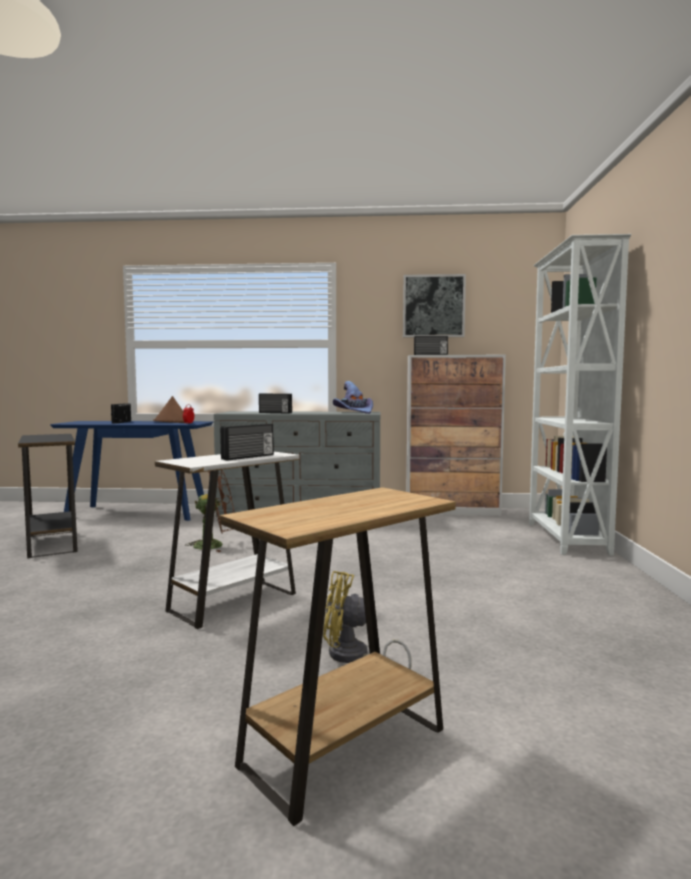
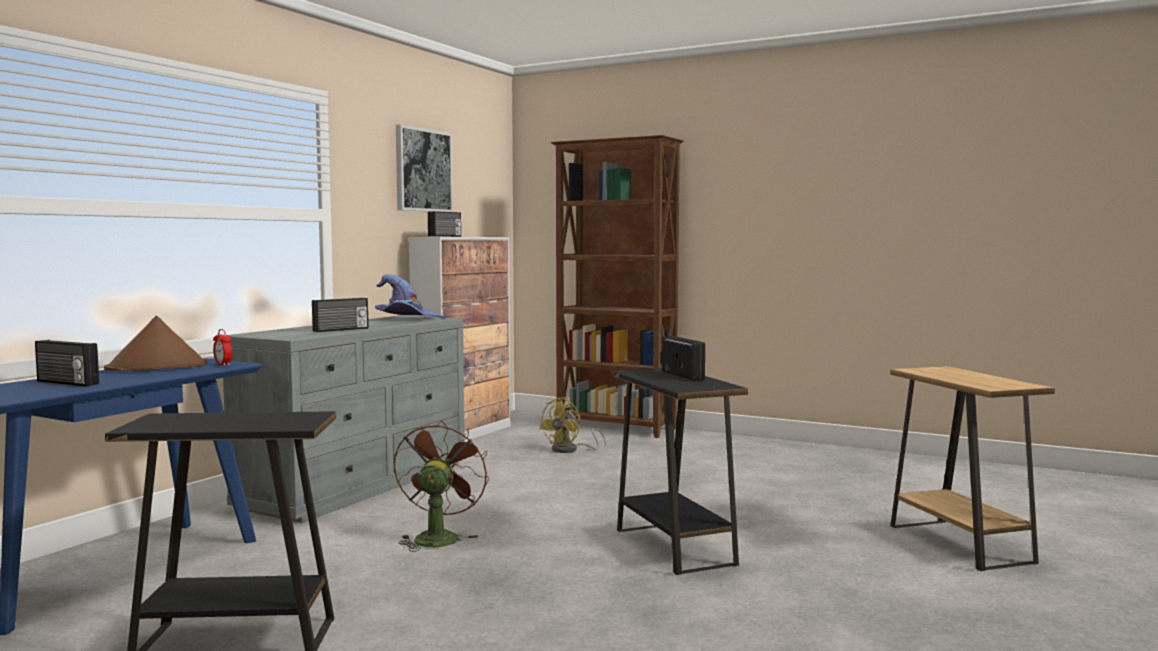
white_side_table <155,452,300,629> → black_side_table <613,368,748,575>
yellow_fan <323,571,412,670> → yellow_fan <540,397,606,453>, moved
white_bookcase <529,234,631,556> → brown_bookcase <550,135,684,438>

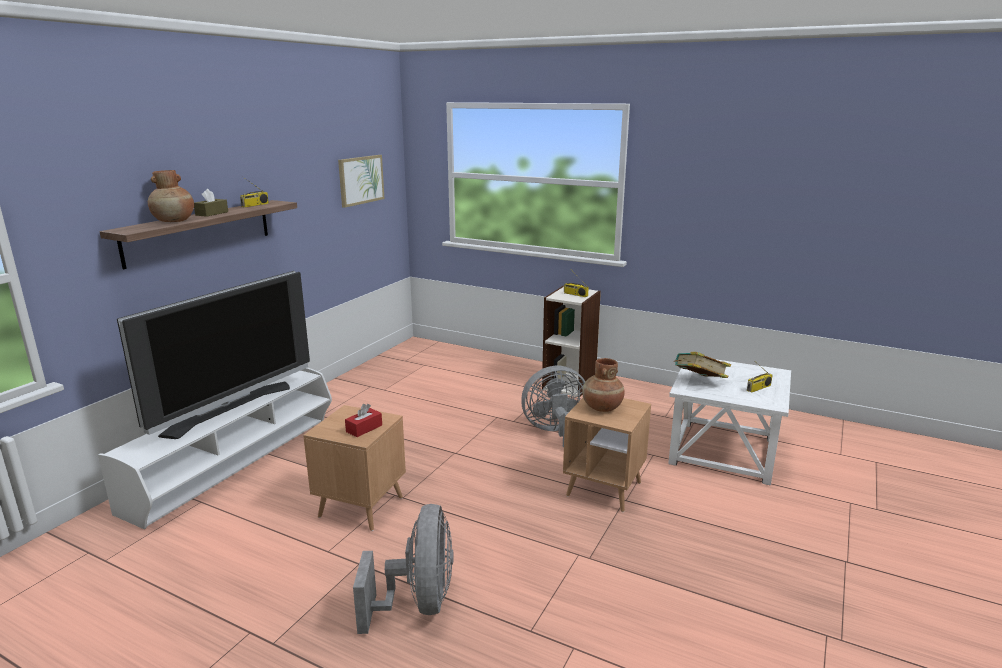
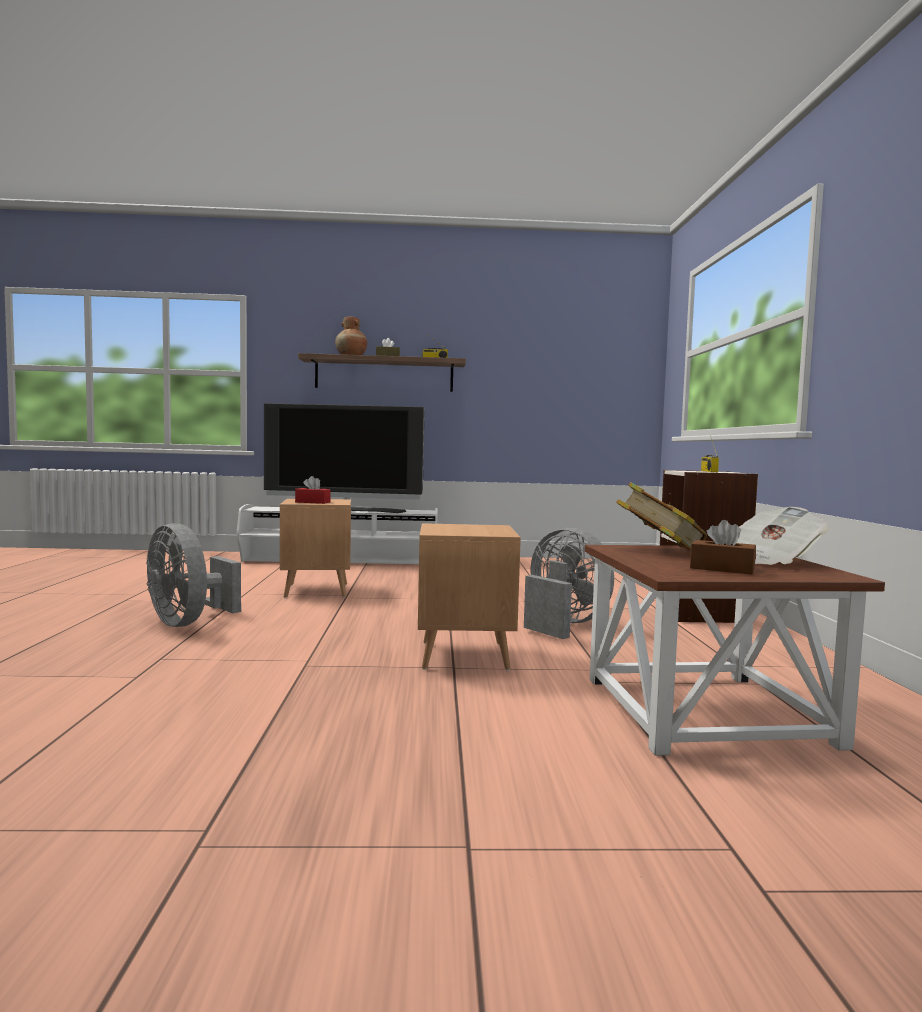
picture <338,155,385,208> → -
grey_fan <353,504,453,634> → grey_fan <146,523,241,627>, 75 degrees clockwise
brown_vase <582,358,625,412> → -
white_side_table <668,359,791,485> → brown_side_table <585,545,885,756>
radio <747,363,772,393> → brown_tissue_box <690,520,756,575>
- → newspaper <737,507,829,565>

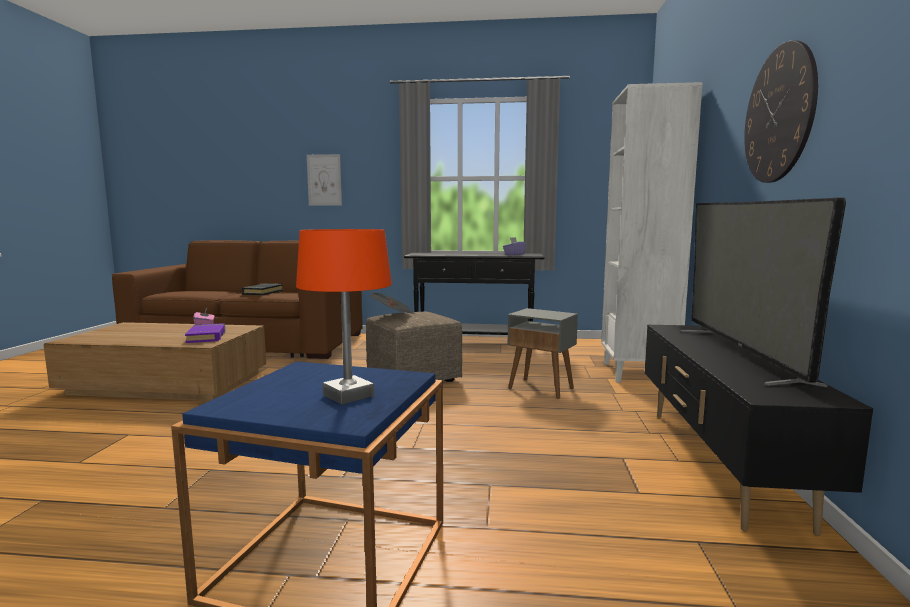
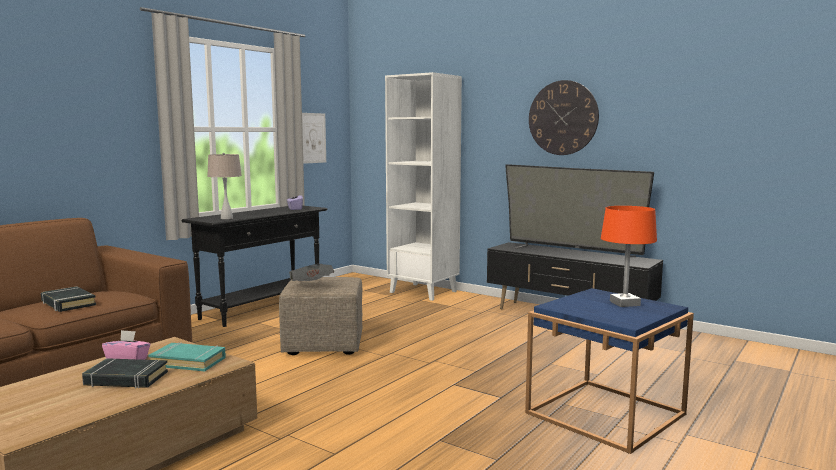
purple_book <185,323,225,343> → turquoise_book <148,342,226,371>
picture <307,154,342,206> → picture <302,113,326,164>, moved
grey_side_table <508,308,578,399> → -
- → black_book <82,358,168,389>
- → beige_table_lamp <207,153,242,219>

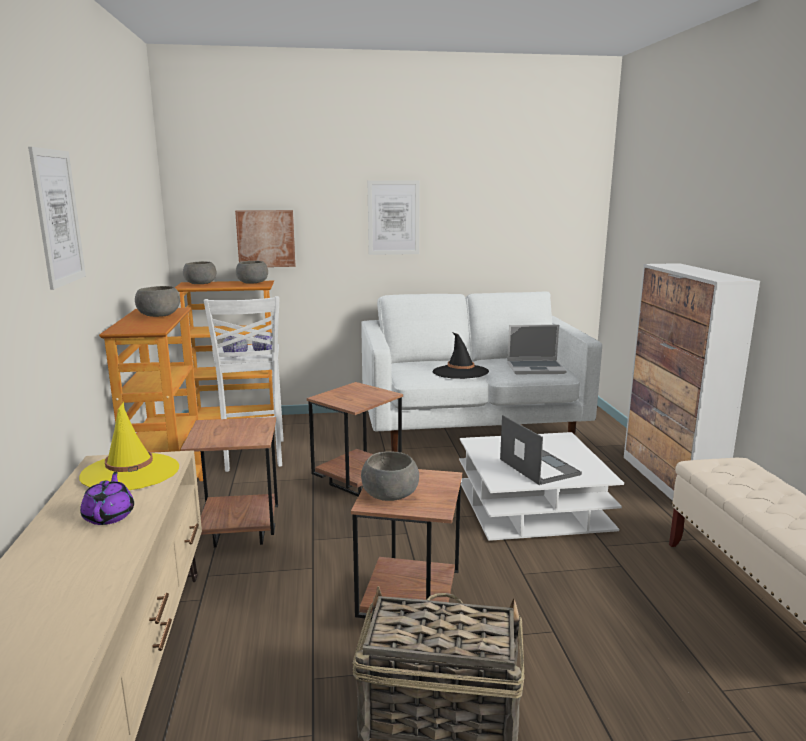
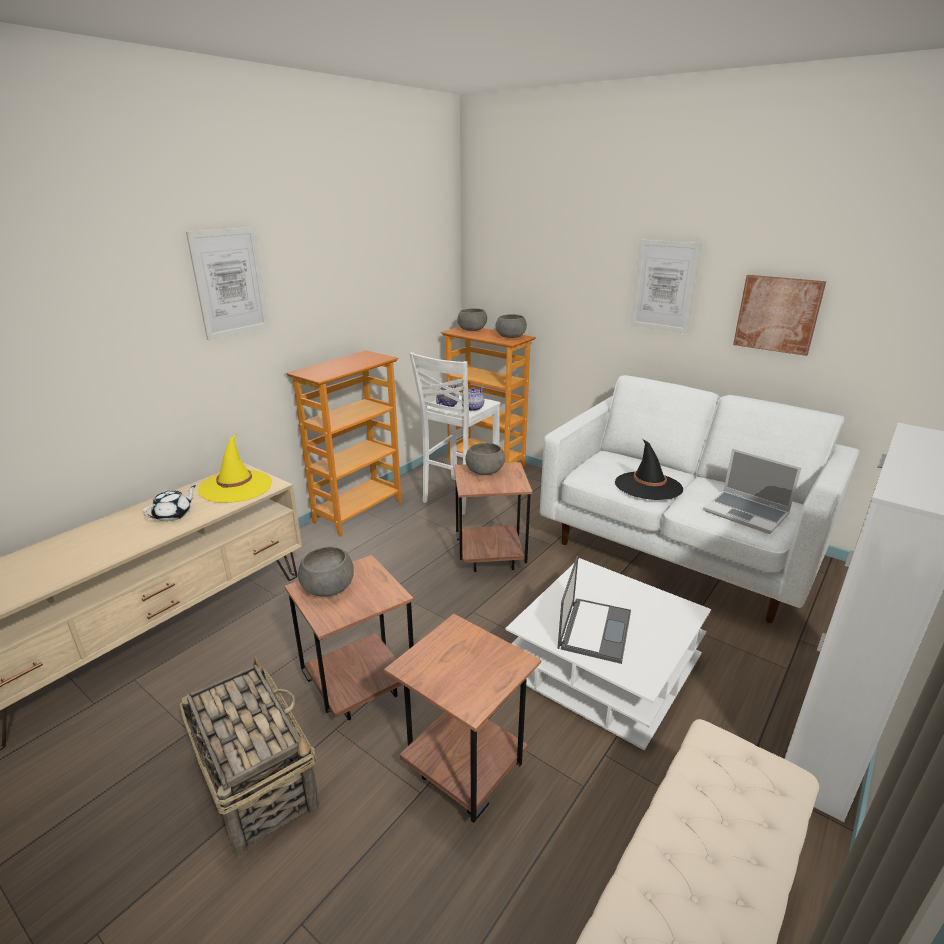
purple_teapot <80,471,134,525> → white_teapot <143,485,196,522>
grey_bowl <135,286,180,317> → grey_bowl <465,443,505,475>, moved
brown_side_table <181,417,278,548> → brown_side_table <384,614,541,823>, moved
picture <235,210,296,267> → picture <733,275,826,356>, moved

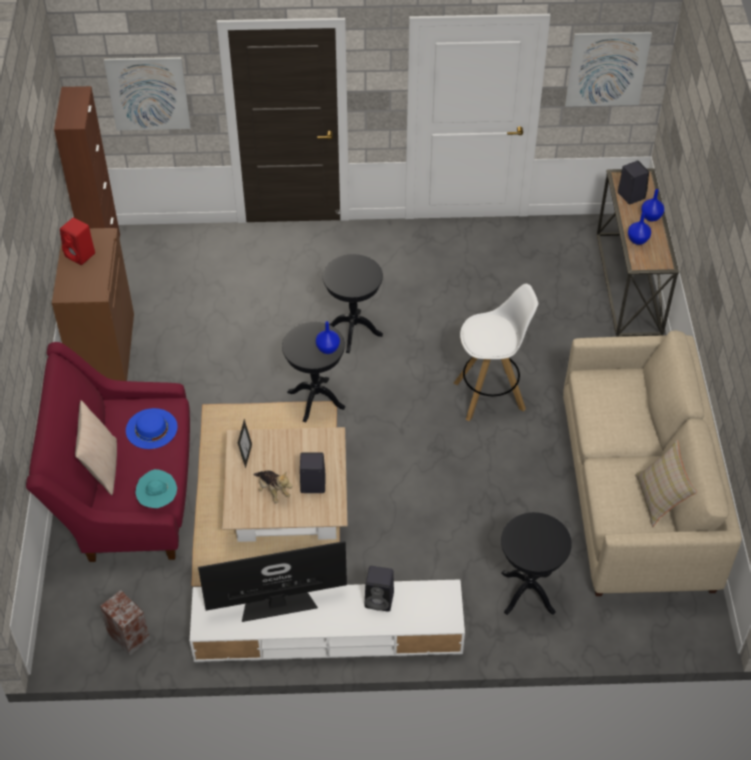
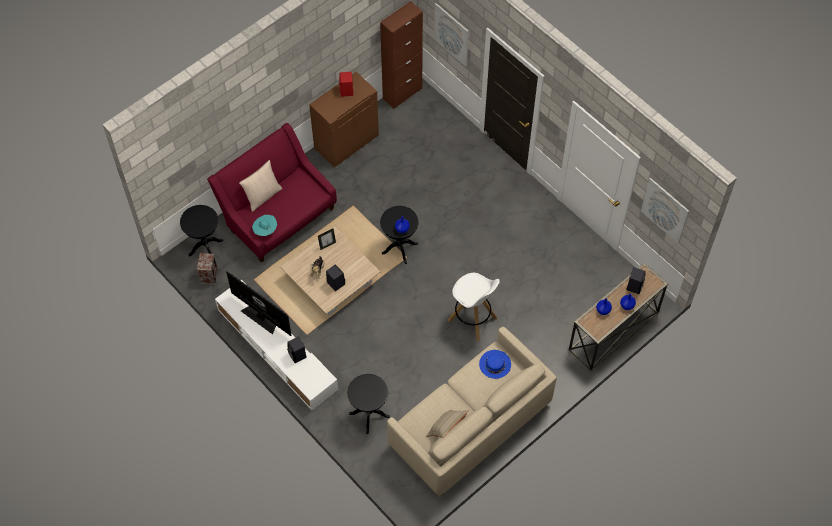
blue_hat <126,408,177,449> → blue_hat <479,350,511,379>, moved
black_side_table <323,254,383,353> → black_side_table <180,205,224,257>, moved

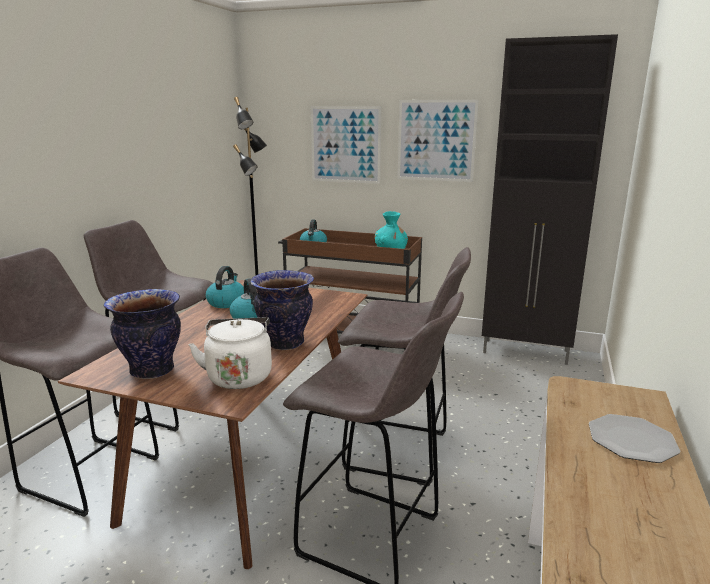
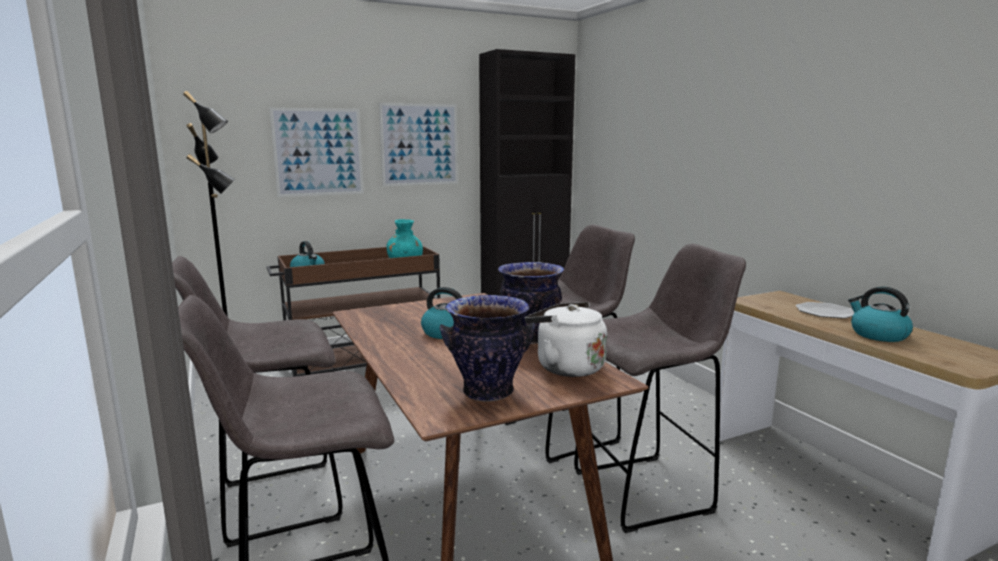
kettle <206,266,244,308> → kettle <848,287,913,342>, moved

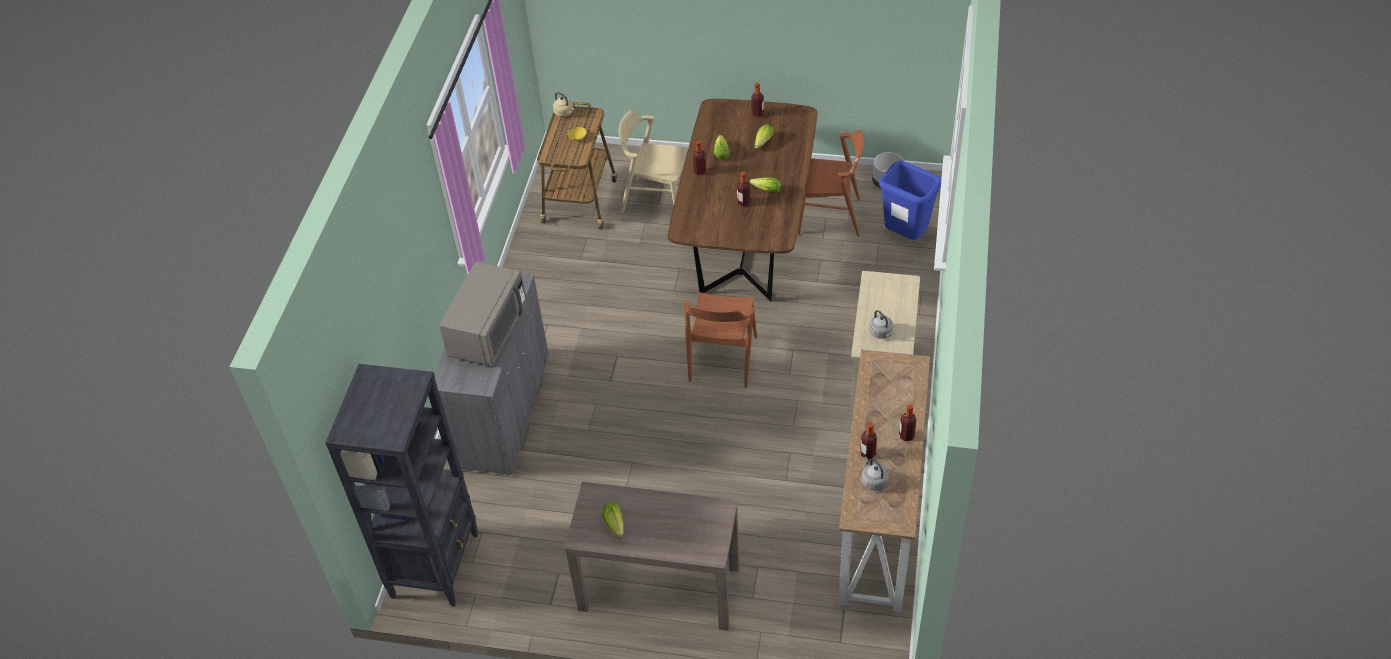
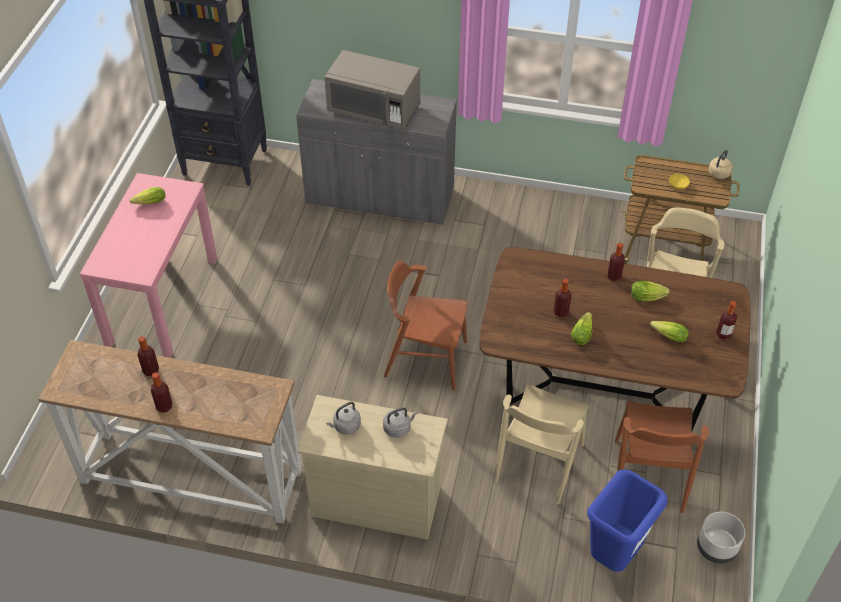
brown_console_table <564,482,740,631> → pink_console_table <80,173,217,358>
grey_kettle <862,456,889,491> → grey_kettle <383,408,418,438>, moved
- → beige_chair <495,384,588,505>

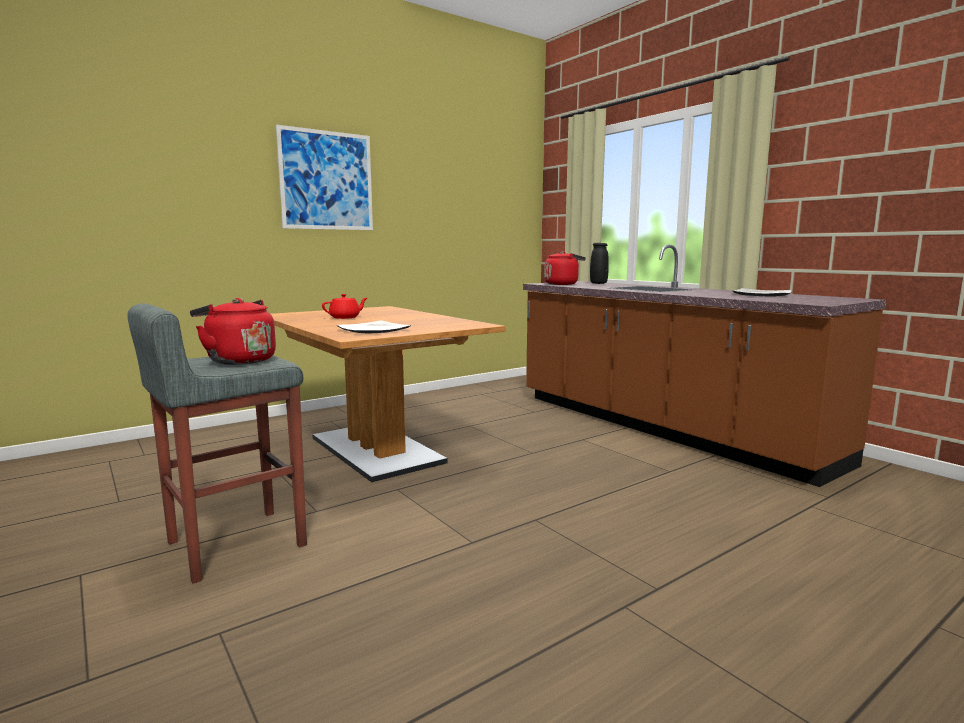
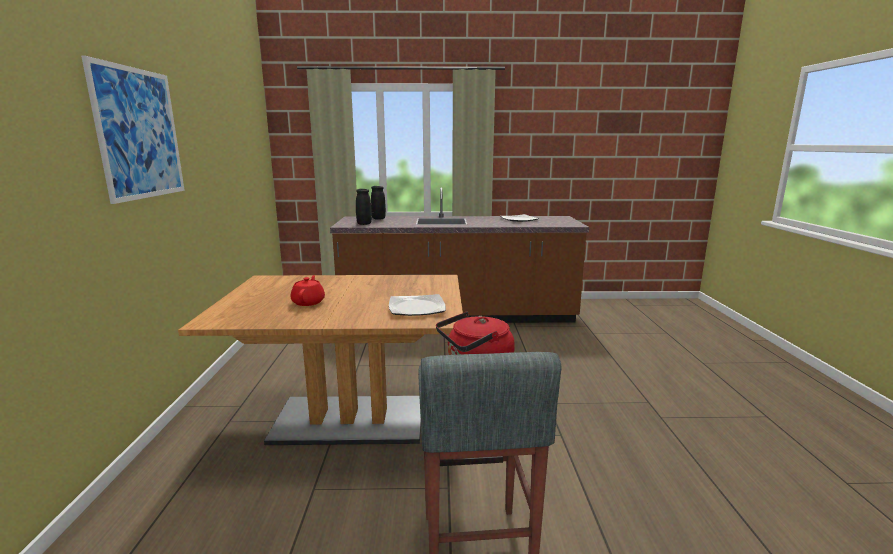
red_kettle <544,251,586,285> → black_vase <356,189,372,225>

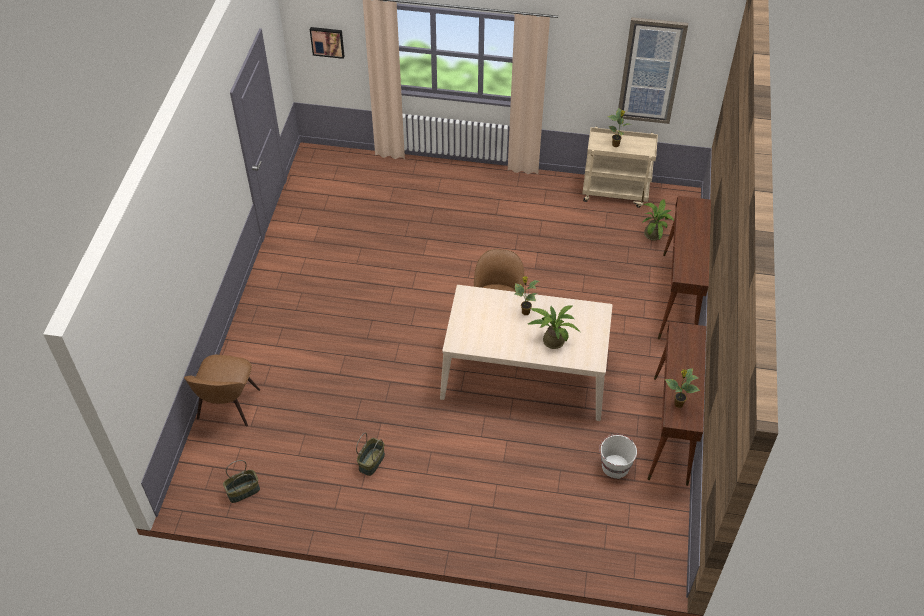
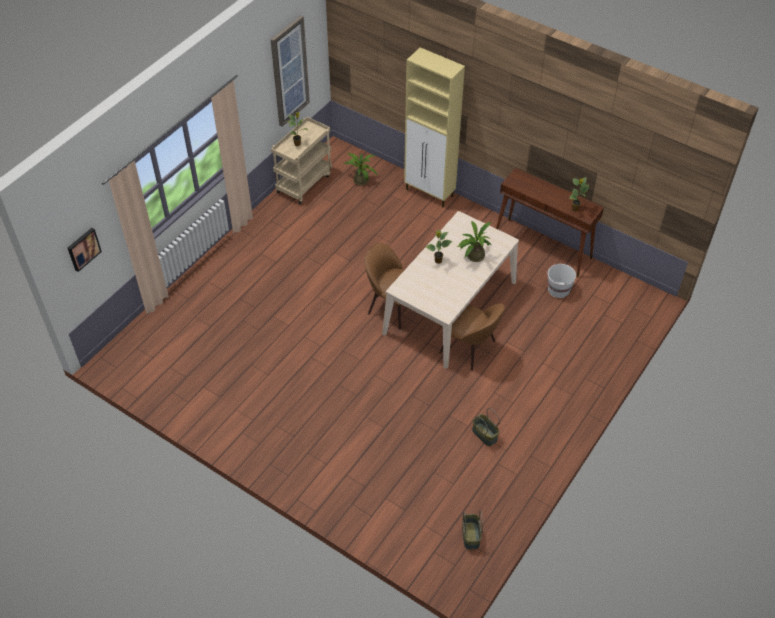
brown_chair <184,355,260,427> → brown_chair <439,303,505,371>, moved
brown_console_table <658,196,711,339> → beige_cabinet <404,47,465,207>

